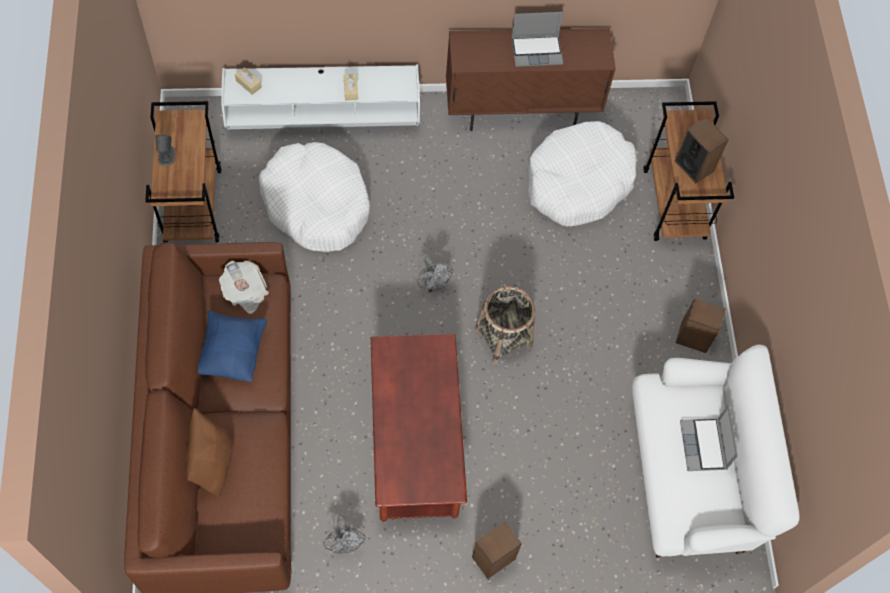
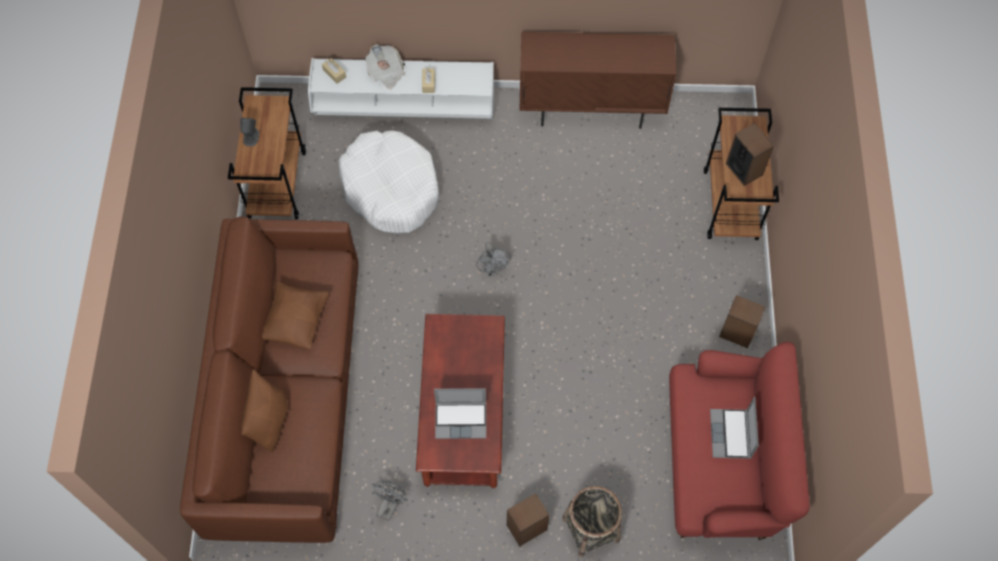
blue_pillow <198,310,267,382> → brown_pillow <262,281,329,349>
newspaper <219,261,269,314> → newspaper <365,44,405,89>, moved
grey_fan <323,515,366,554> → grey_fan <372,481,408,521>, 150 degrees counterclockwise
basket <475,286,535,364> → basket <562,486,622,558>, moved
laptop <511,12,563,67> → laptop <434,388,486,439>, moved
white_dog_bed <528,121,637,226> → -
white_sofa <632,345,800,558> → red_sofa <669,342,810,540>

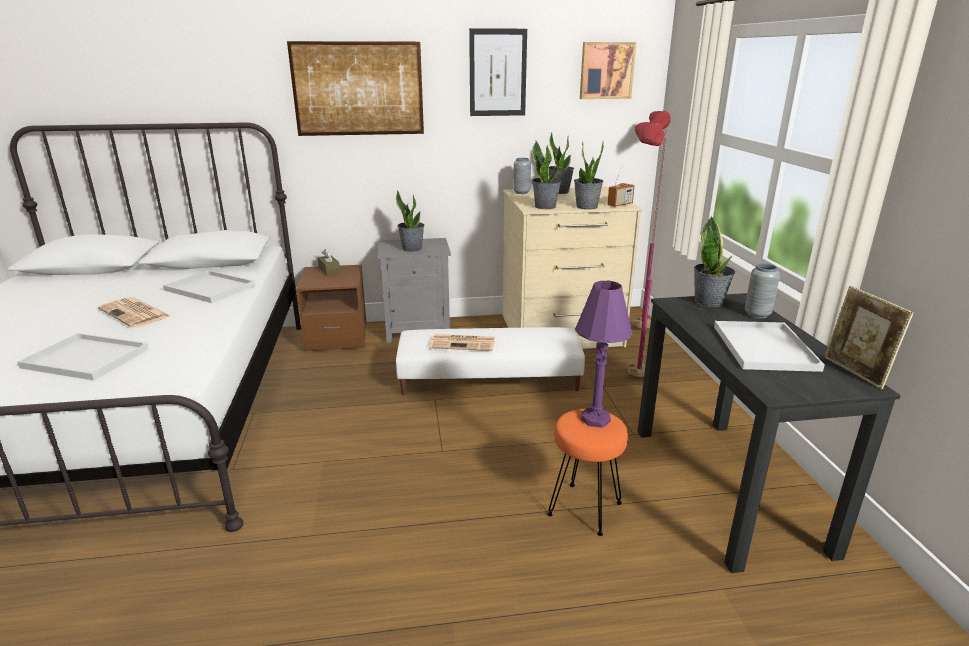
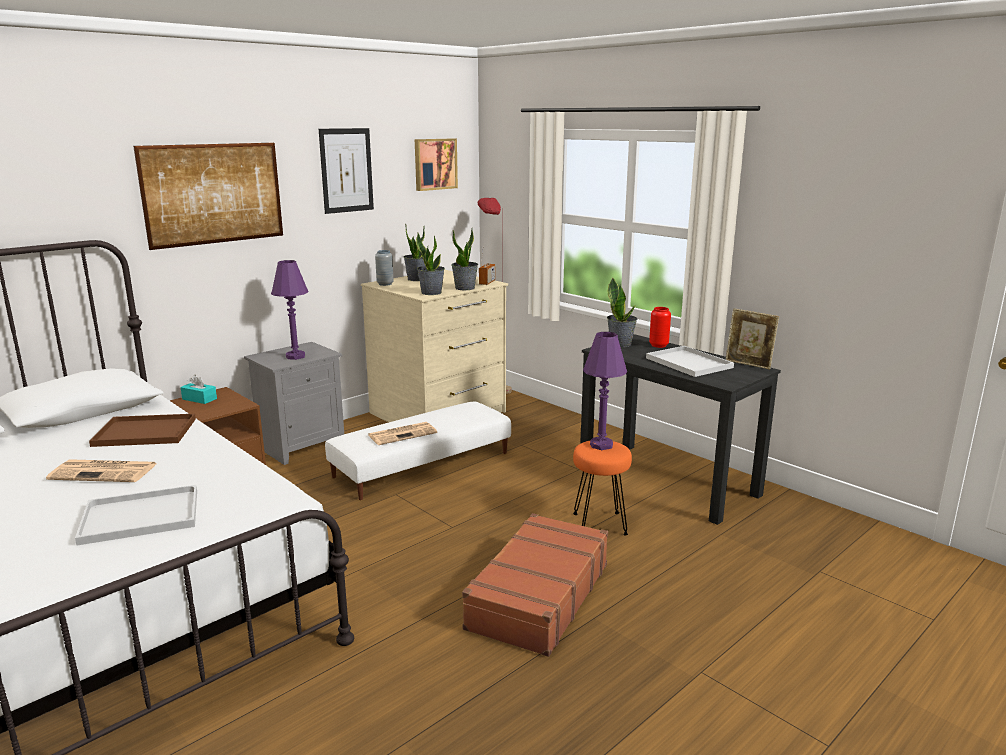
white_tray <163,270,255,303> → brown_tray <89,414,196,447>
brown_tissue_box <318,249,340,275> → turquoise_tissue_box <181,375,217,404>
potted_plant <396,191,424,252> → purple_table_lamp <271,260,309,360>
red_floor_lamp <628,122,666,378> → -
grey_vase <745,264,780,319> → red_vase <649,307,671,348>
- → brown_suitcase <462,513,608,657>

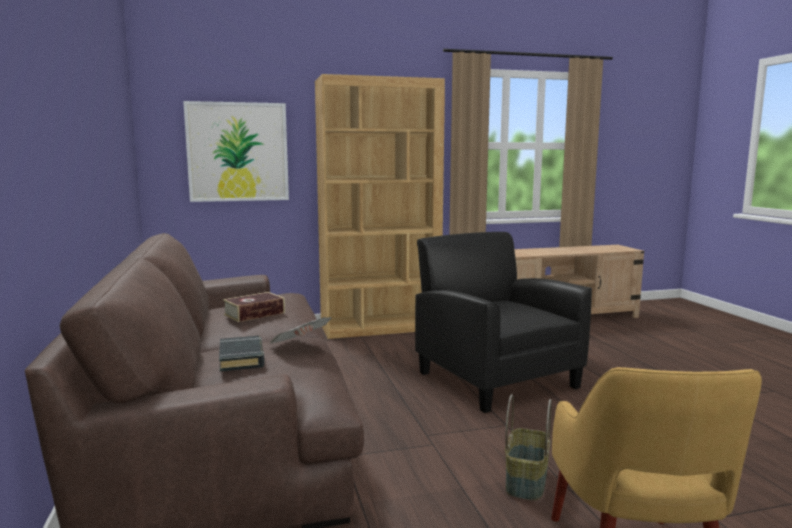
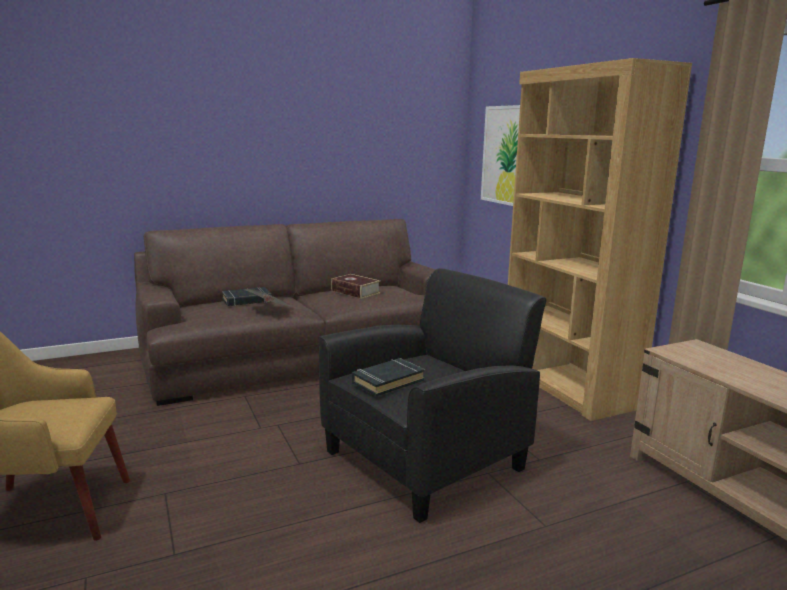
basket <505,394,552,501> → -
- → black_book <352,358,425,396>

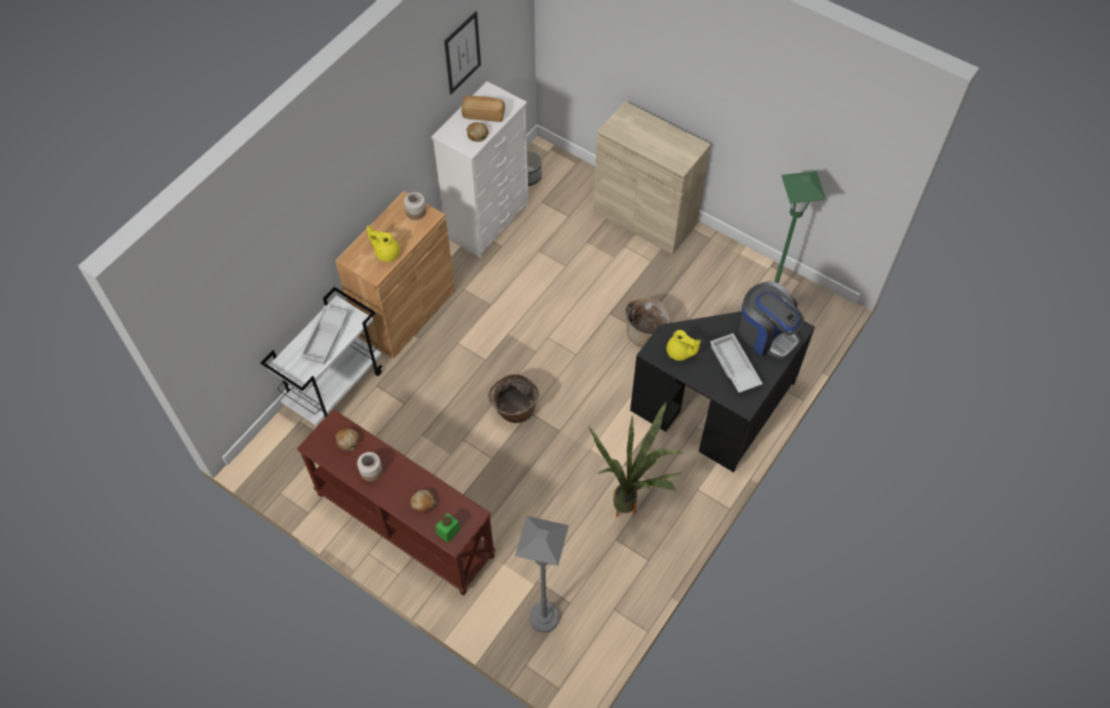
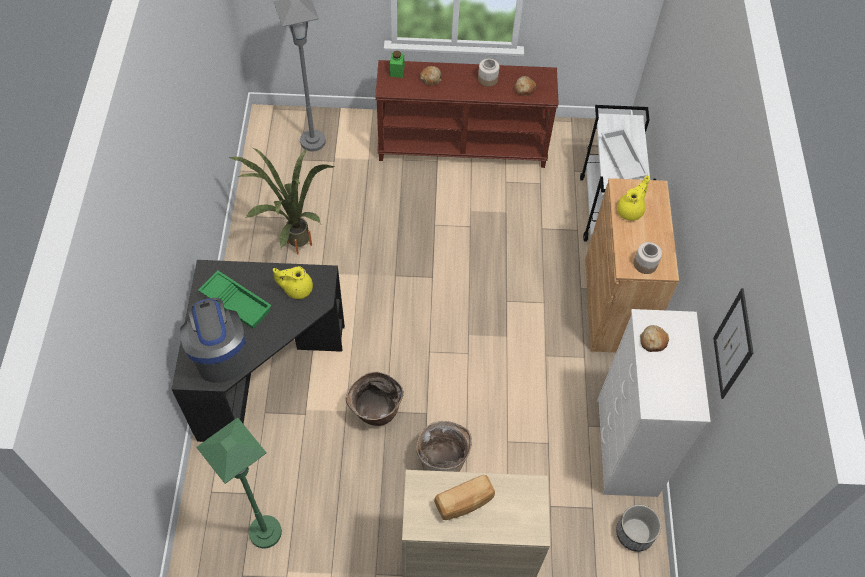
yellow_teapot <367,226,400,262> → yellow_teapot <617,175,650,221>, 45 degrees counterclockwise
bread <461,96,505,122> → bread <434,475,495,520>, moved
basket <488,374,539,423> → basket <417,421,472,472>, moved
white_tray <710,333,763,393> → green_tray <198,270,272,329>
coffee_machine <739,281,804,359> → coffee_machine <180,298,247,383>, 60 degrees clockwise

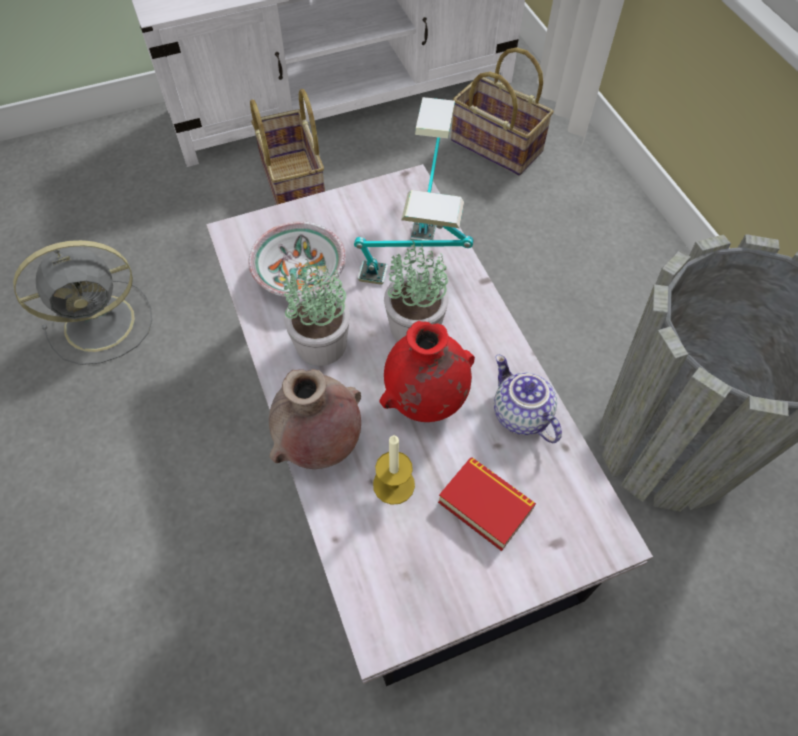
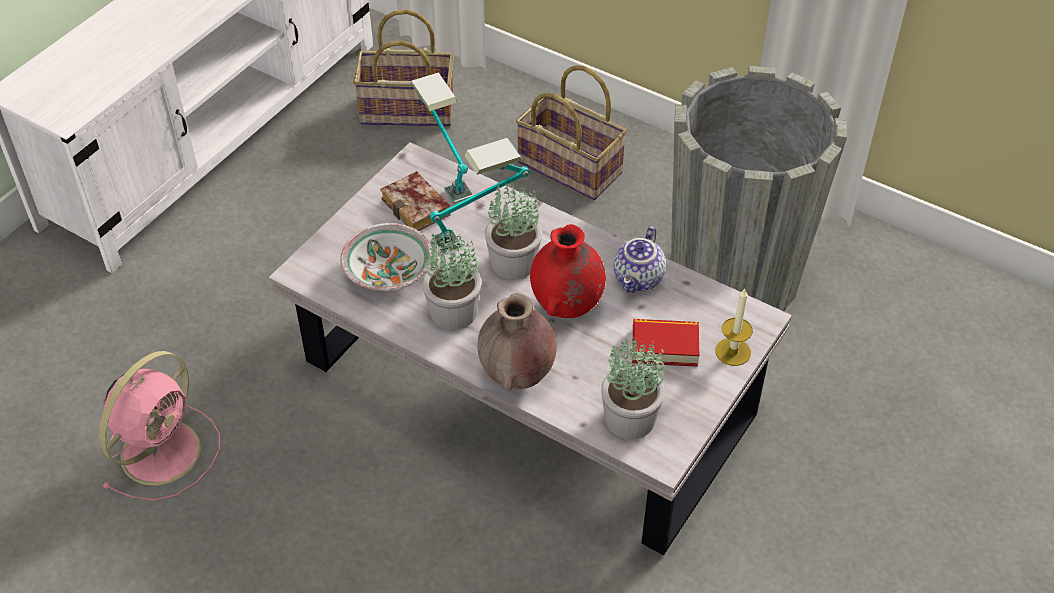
grey_fan <13,240,152,365> → pink_fan <99,351,220,501>
basket <250,89,325,205> → basket <516,65,627,200>, moved
candle <373,435,415,505> → candle <715,288,753,366>, moved
teapot <494,355,562,443> → teapot <613,226,666,293>, 90 degrees counterclockwise
- → book <380,171,451,231>
- → potted_plant <601,338,665,439>

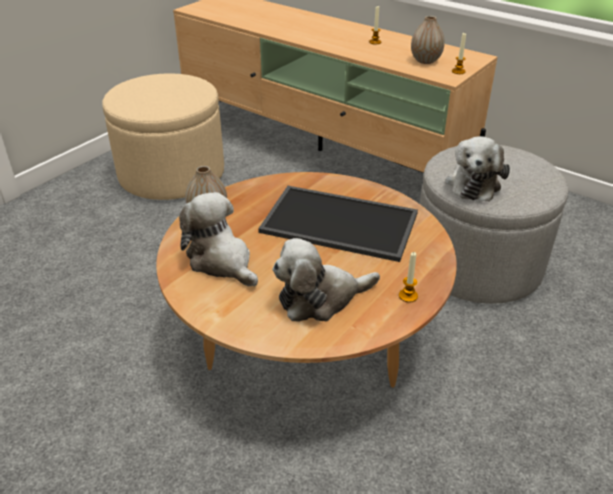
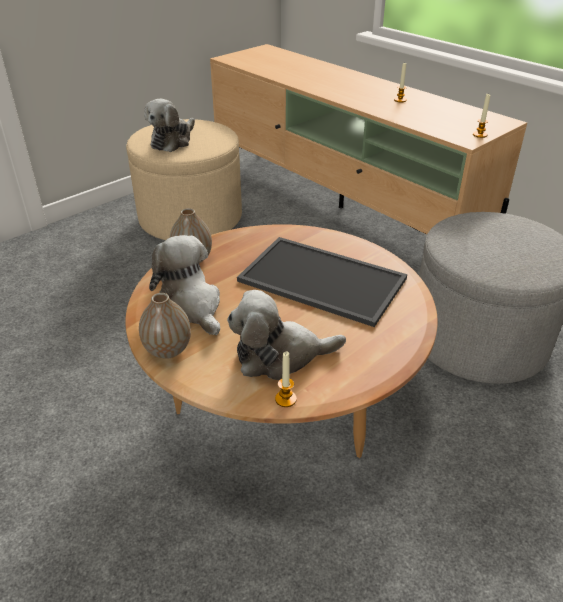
candle <399,252,418,303> → candle <275,352,297,407>, moved
vase <411,16,445,64> → vase <139,293,191,359>, moved
plush_toy <445,136,510,202> → plush_toy <144,99,195,152>, moved

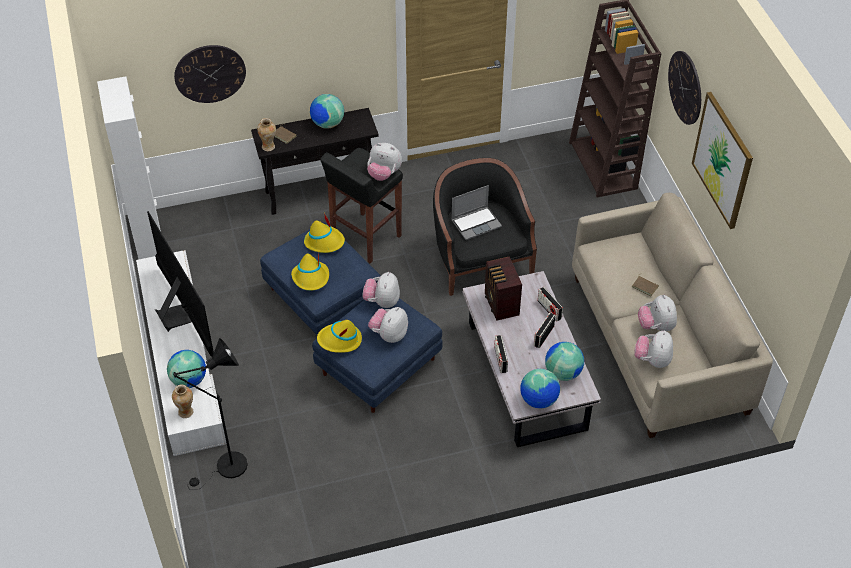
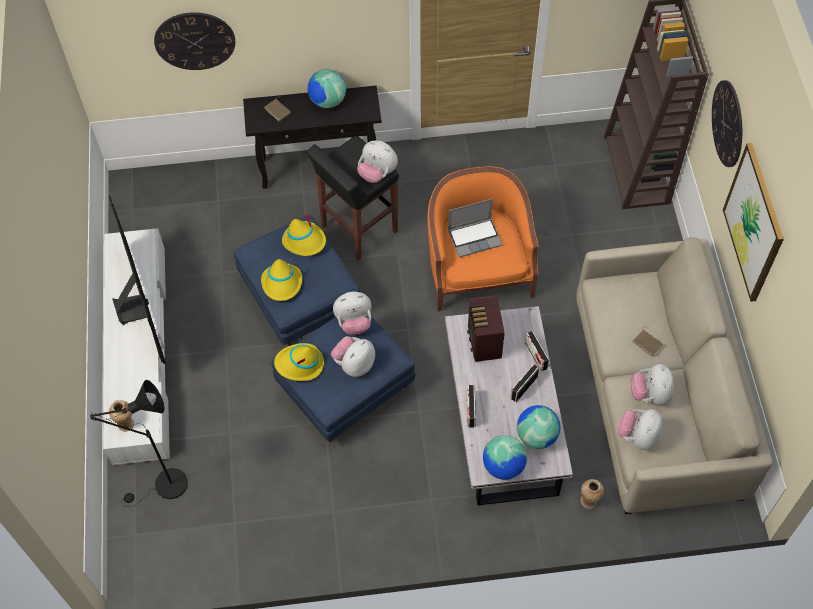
white_cabinet <97,76,161,259> → -
globe <167,350,206,388> → -
vase <257,118,276,151> → vase <581,479,604,509>, moved
plush_toy <362,272,400,308> → plush_toy <333,292,371,335>, 120 degrees counterclockwise
black_armchair <433,158,537,296> → orange_armchair <427,167,539,311>

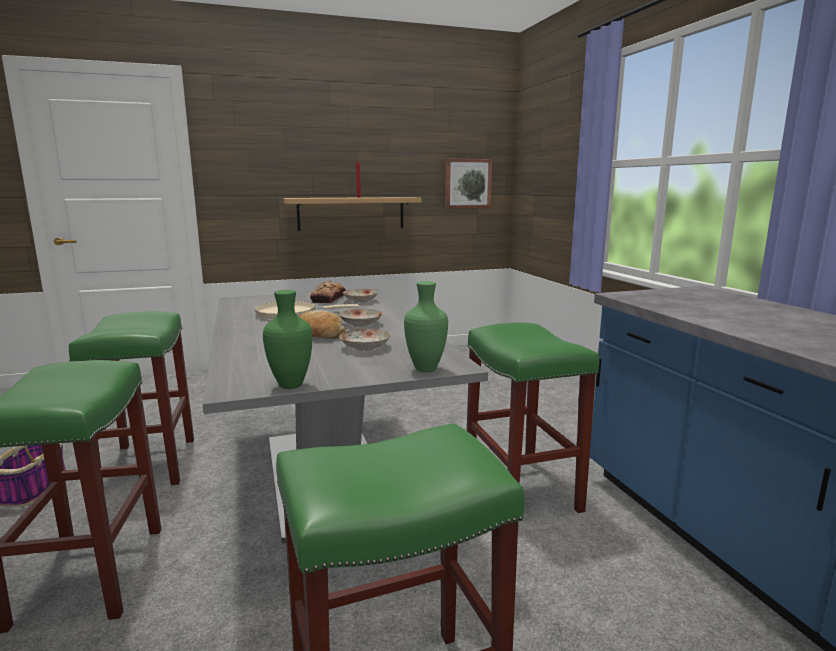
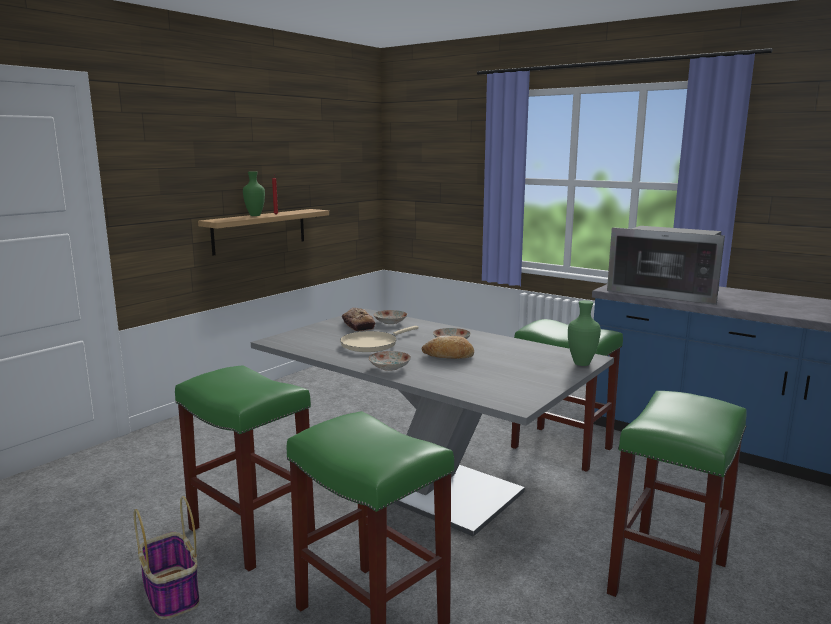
green_vase <263,290,312,389> → green_vase <243,171,265,216>, moved
plate <339,329,391,351> → plate <369,351,411,371>, moved
picture <445,159,492,208> → -
- → microwave <607,226,725,305>

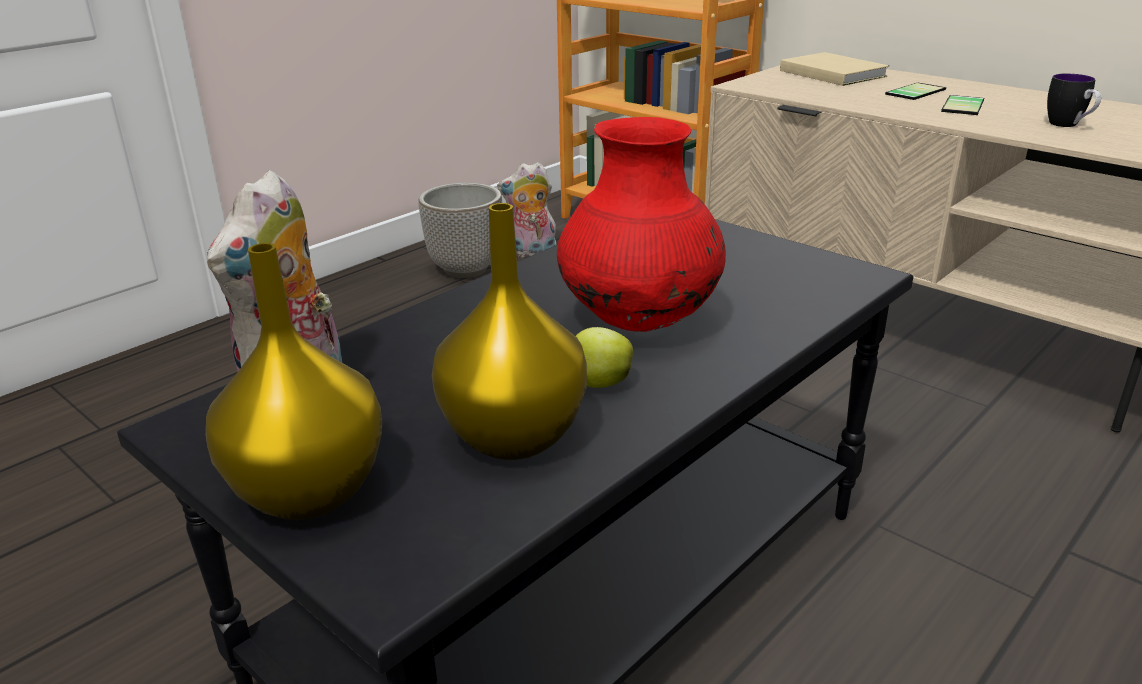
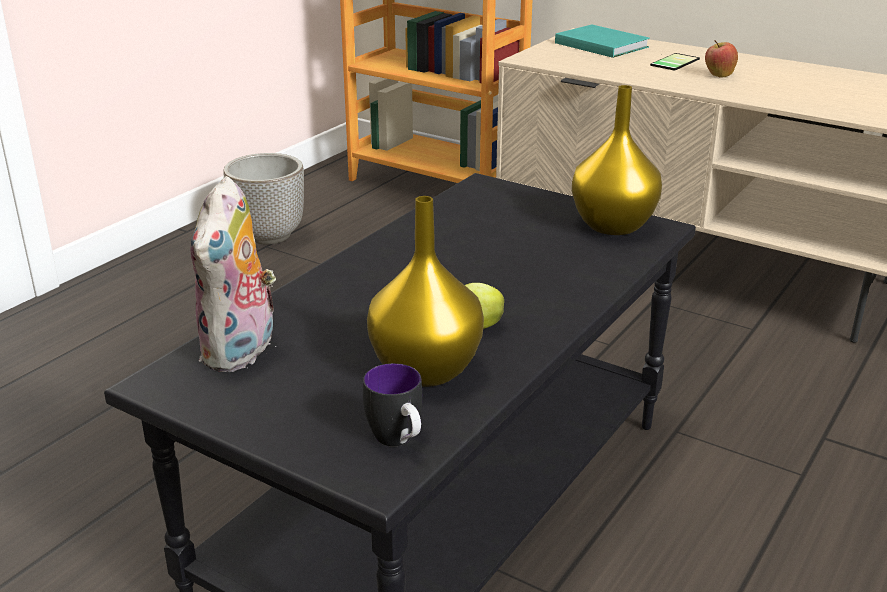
yellow_vase <206,243,382,520> → yellow_vase <572,85,662,235>, moved
plush_toy <497,162,556,257> → -
red_vase <557,117,726,332> → -
beige_book <780,52,889,86> → turquoise_book <555,24,650,58>
phone <941,95,989,115> → apple <705,40,738,77>
mug <1047,74,1101,127> → mug <363,363,422,446>, moved

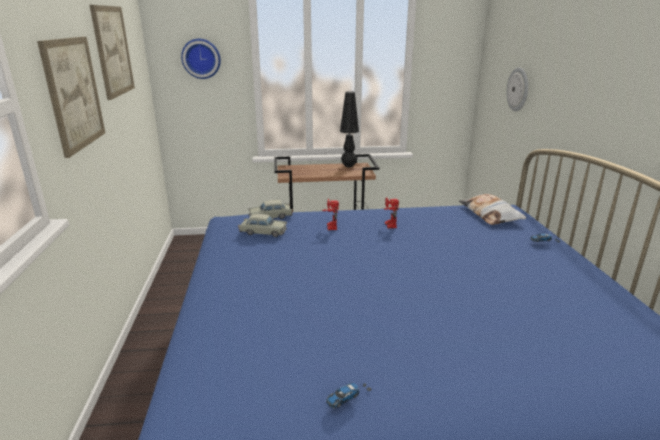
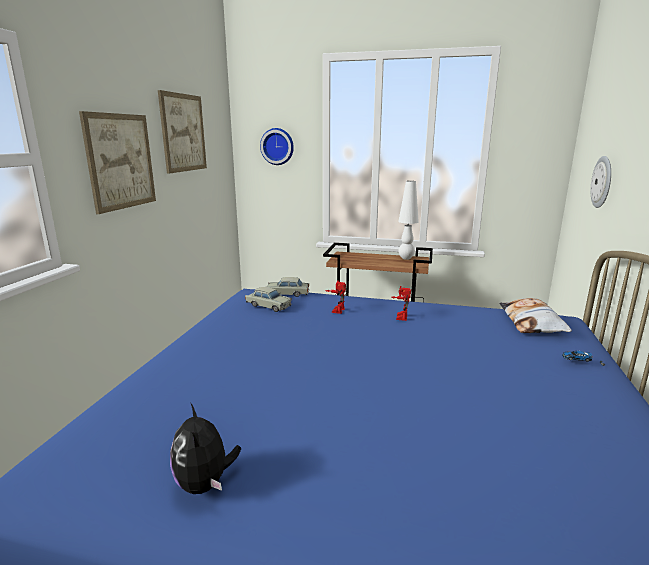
toy_car <326,382,372,408> → plush_toy <170,404,241,494>
black_table_lamp <340,91,359,167> → white_table_lamp <398,181,419,260>

